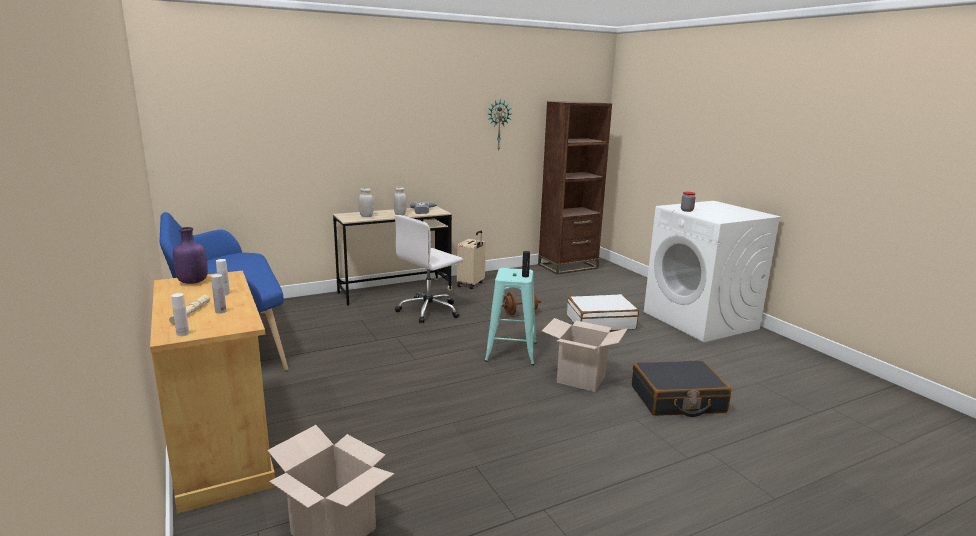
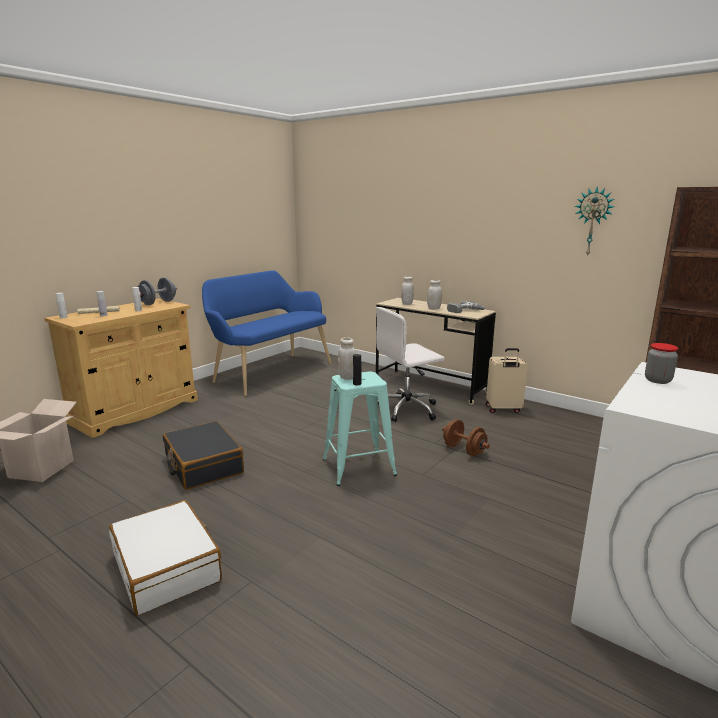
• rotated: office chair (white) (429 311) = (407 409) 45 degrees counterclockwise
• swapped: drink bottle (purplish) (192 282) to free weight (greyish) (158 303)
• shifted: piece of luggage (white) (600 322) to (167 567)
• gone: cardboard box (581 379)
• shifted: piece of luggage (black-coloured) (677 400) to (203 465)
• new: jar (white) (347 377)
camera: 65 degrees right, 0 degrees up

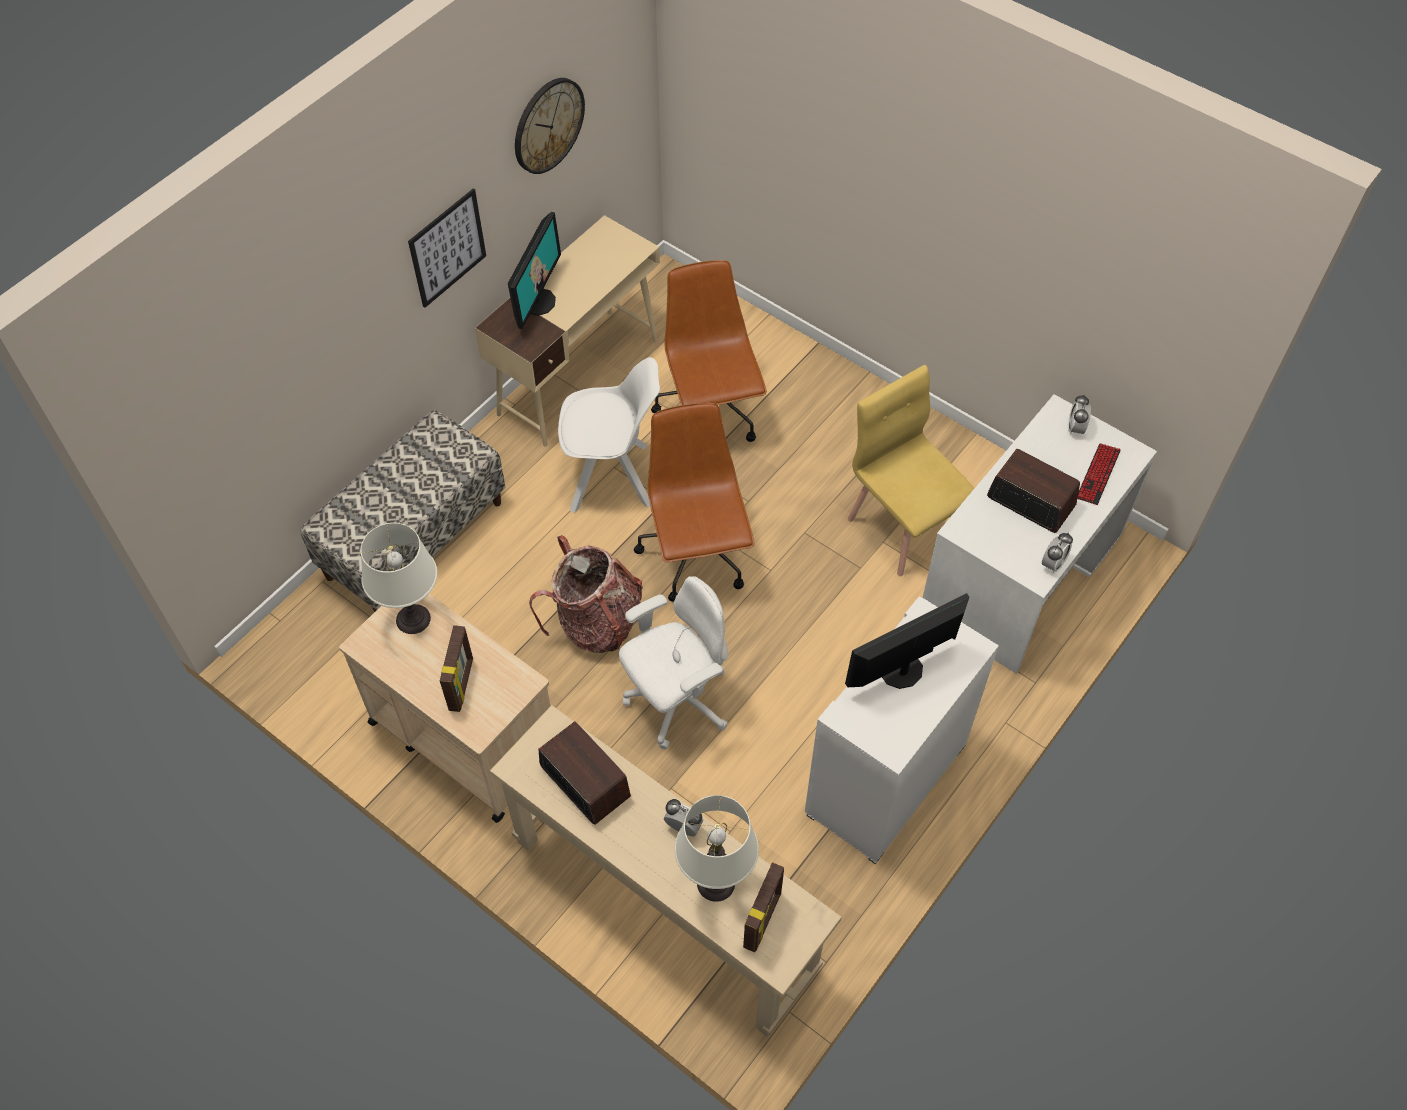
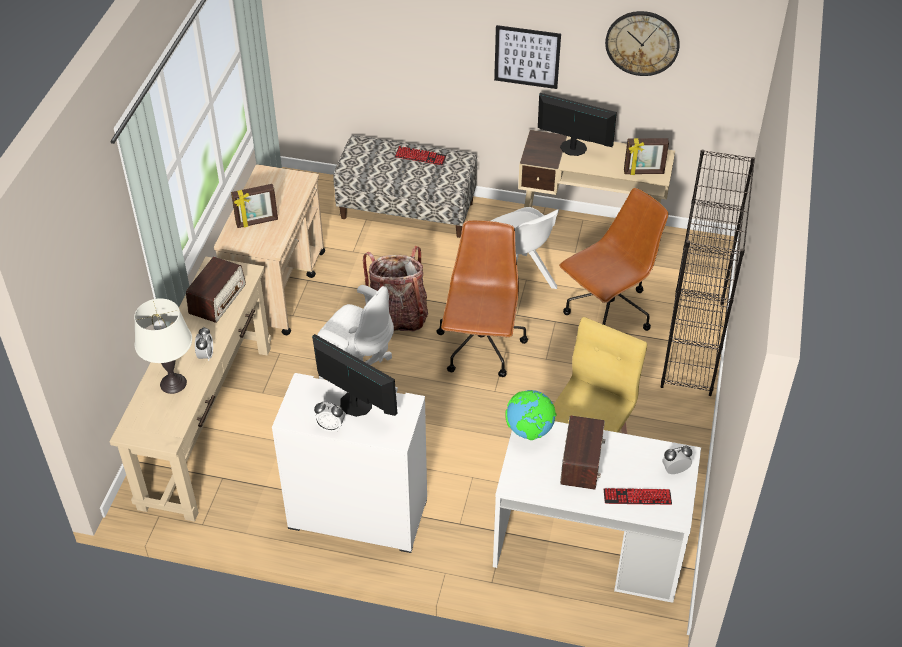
• rotated: computer screen (538 301) = (573 148) 150 degrees counterclockwise
• rotated: office chair (brown-coloured) (697 556) = (481 348) 45 degrees counterclockwise
• gone: table lamp (white) (413 619)
• shifted: bedside clock (1053 564) to (330 427)
• shifted: photo frame (763 920) to (643 172)
• new: computer keyboard (420 157)
• new: shelving unit (black-coloured) (693 345)
• new: world globe (530 431)
camera: 65 degrees right, 10 degrees down

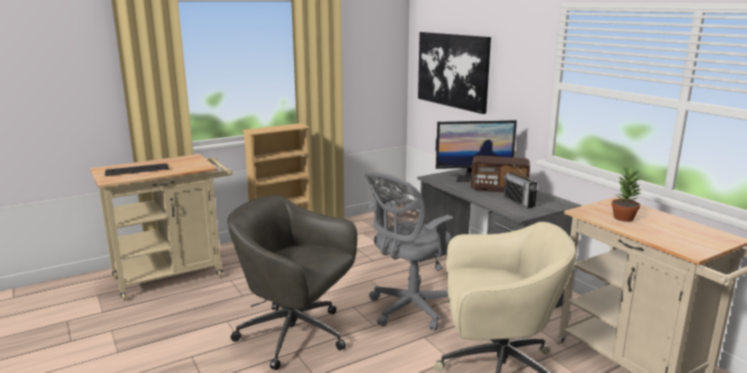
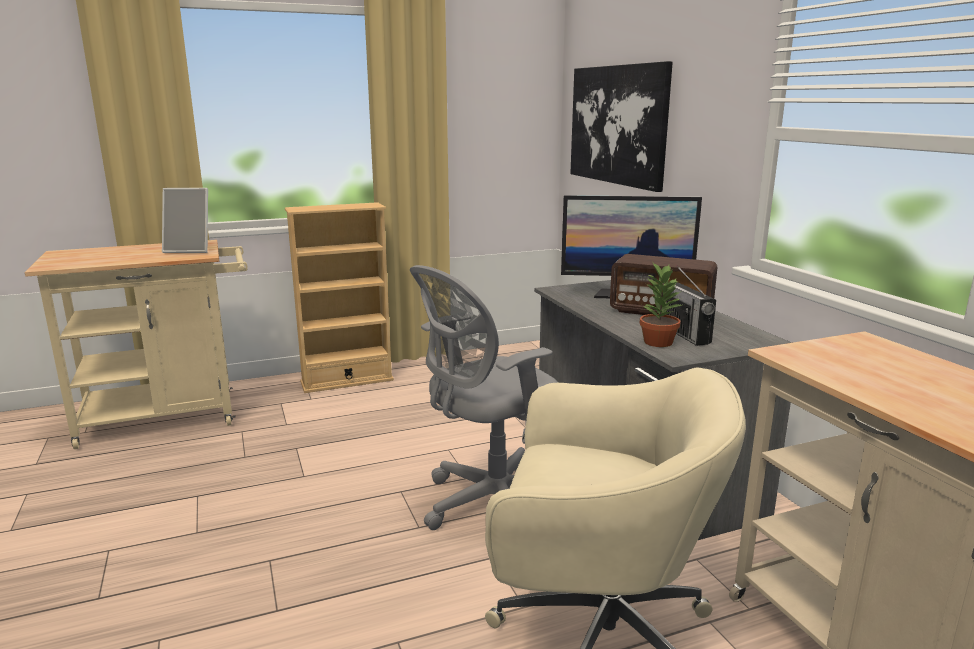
• gone: computer keyboard (137 170)
• shifted: potted plant (623 217) to (658 342)
• gone: office chair (greyish) (296 336)
• new: photo frame (191 250)
camera: 10 degrees right, 0 degrees up

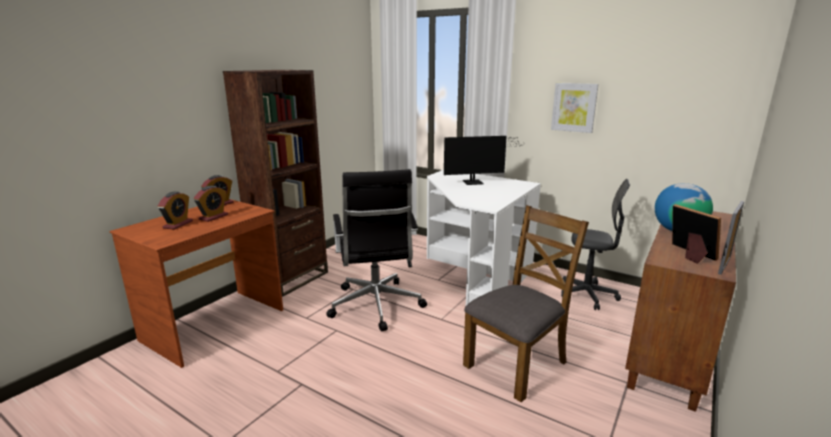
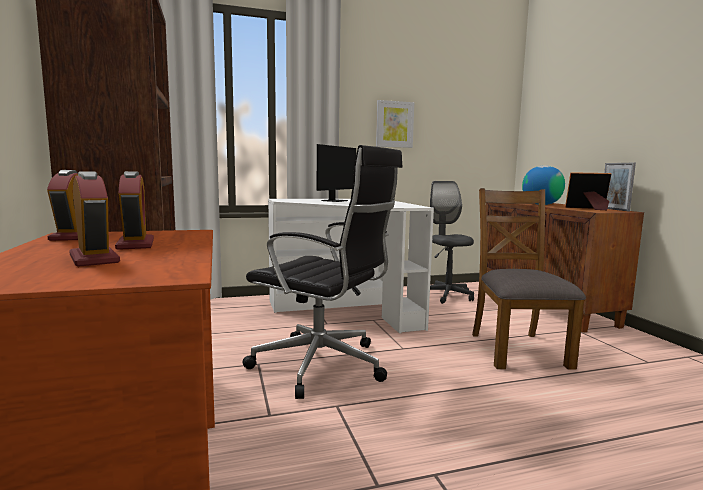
• rotated: office chair (greyish) (587 295) = (447 296) 75 degrees counterclockwise
camera: 50 degrees left, 10 degrees down

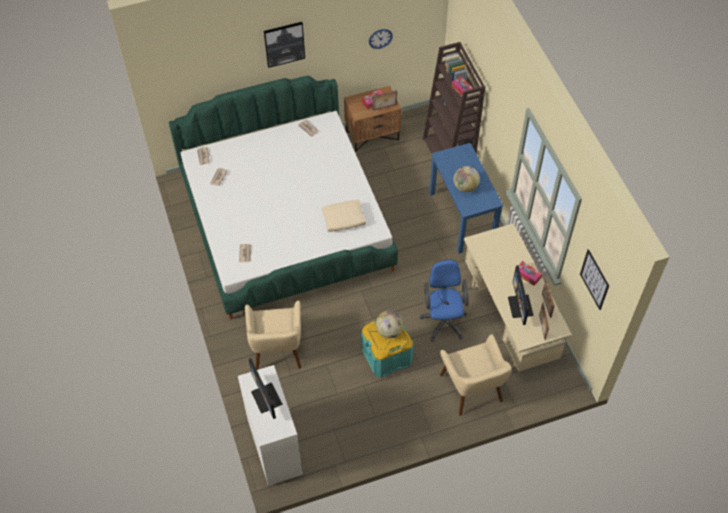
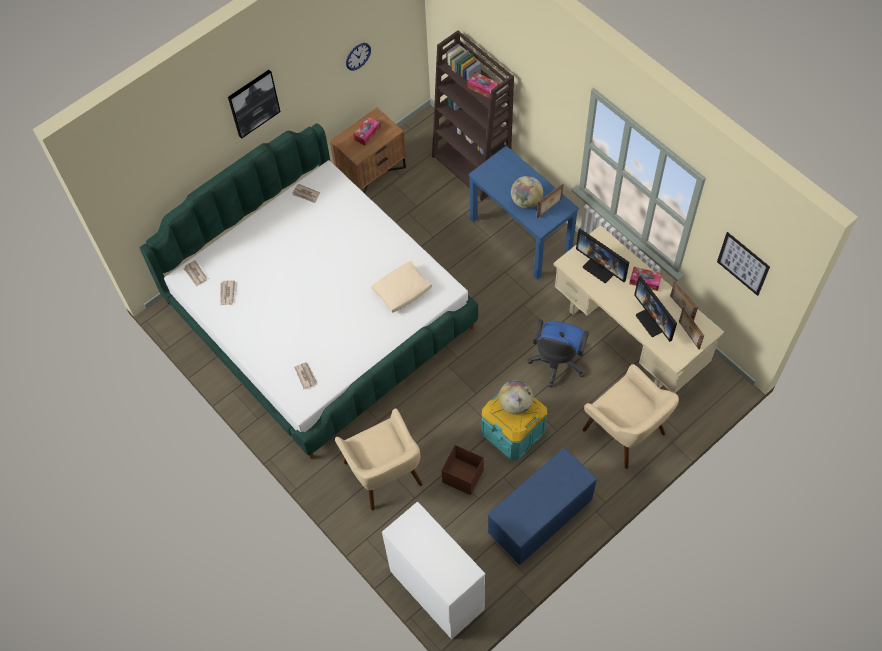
• shifted: photo frame (384 107) to (549 209)
• rotated: office chair (bluish) (443 319) = (556 364) 135 degrees counterclockwise
• shifted: computer screen (267 398) to (601 267)
• new: storage container (brown-coloured) (462 476)
• new: long seat (bluish) (540 517)
camera: 20 degrees left, 5 degrees up

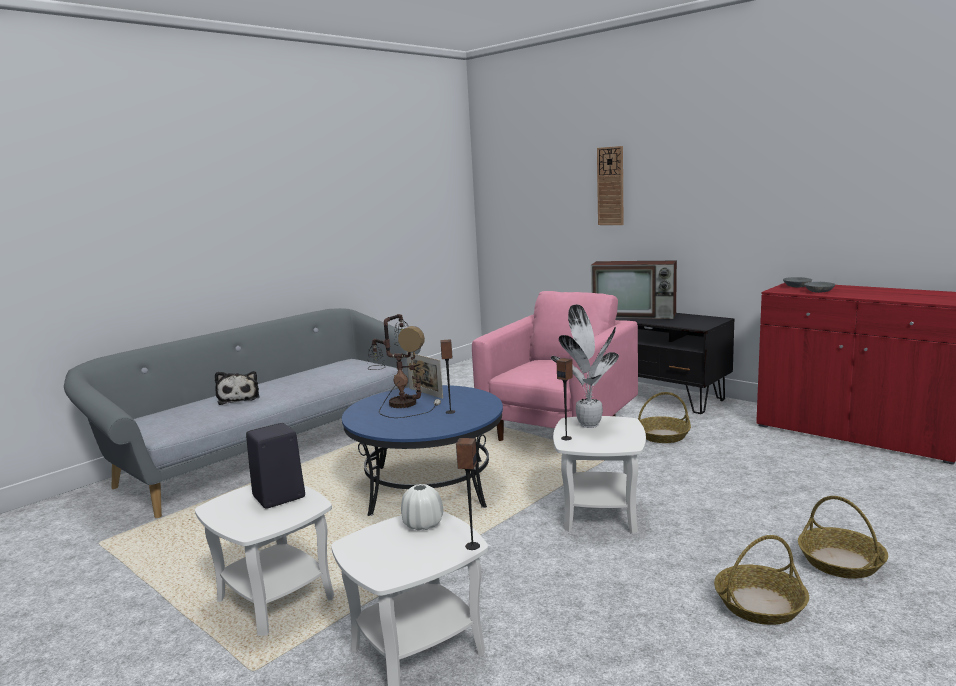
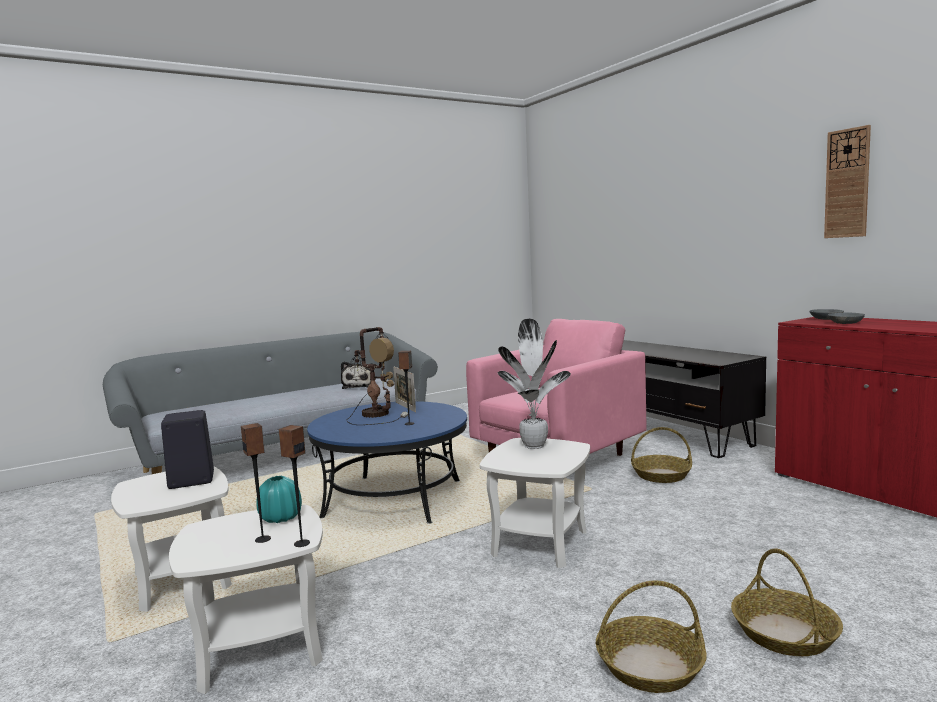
• shifted: clock on the wall (610 186) to (847 183)
• gone: television (635 315)
• shifted: speaker (566 438) to (263 539)
• shifted: plush toy (239 398) to (359 386)
• repainted: decorative vase (white) (423 524) to decorative vase (blue-green) (280 518)
camera: 15 degrees right, 5 degrees down

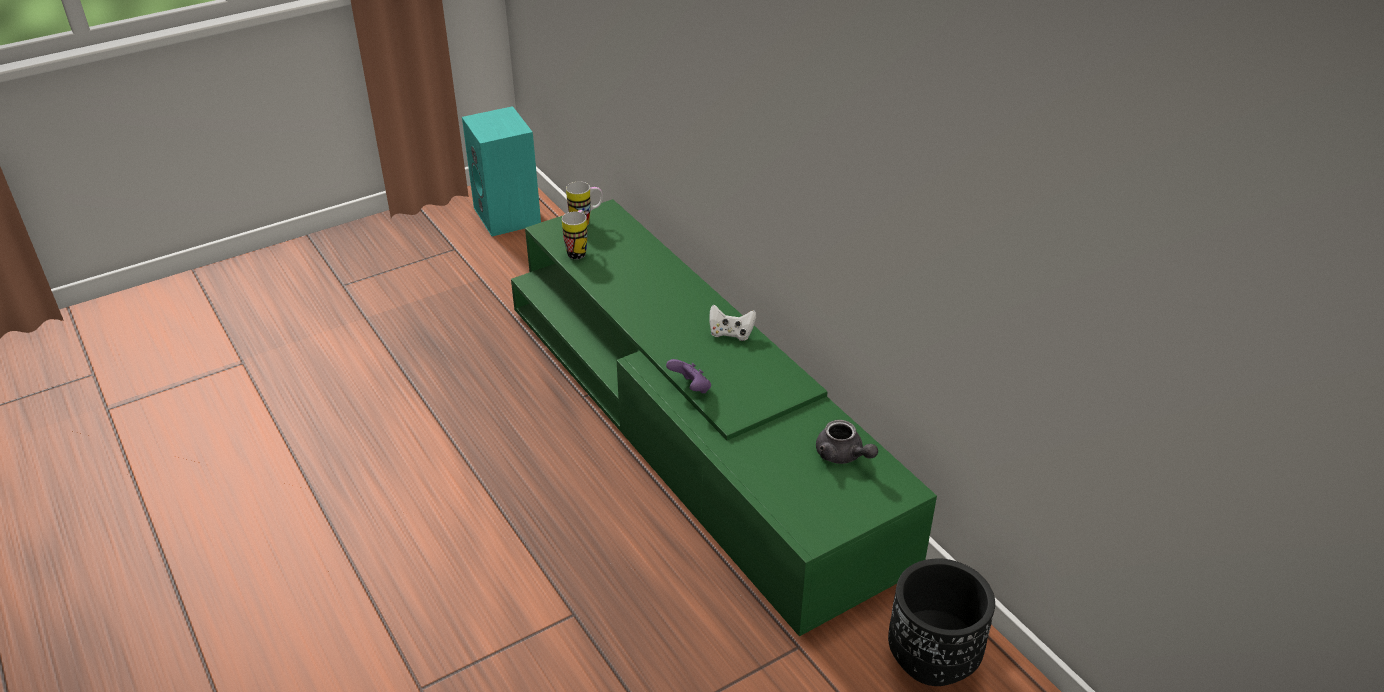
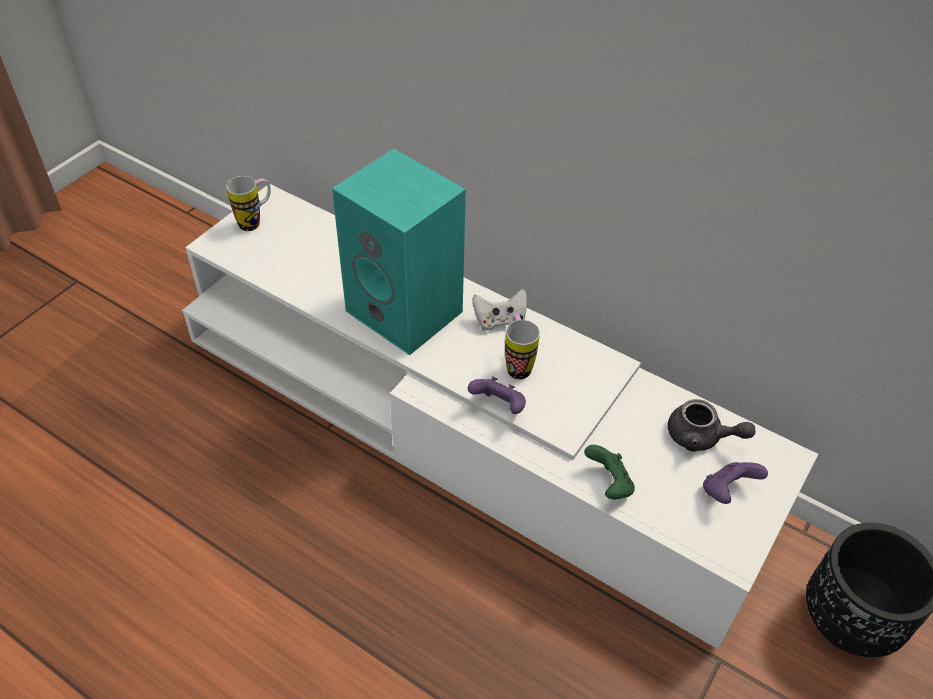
• shifted: speaker (blue-green) (509 216) to (407 311)
• repainted: media console (green) (692 425) to media console (white) (464 425)
• shifted: tea mug (578 251) to (517 364)
• new: game controller (green) (609 484)
• new: game controller (purplish) (727 491)
camera: 25 degrees left, 10 degrees up

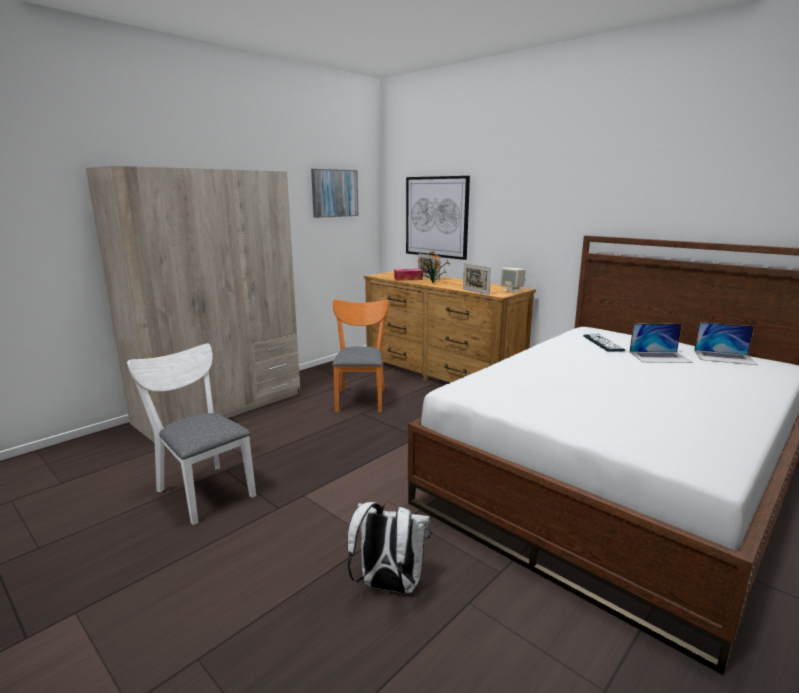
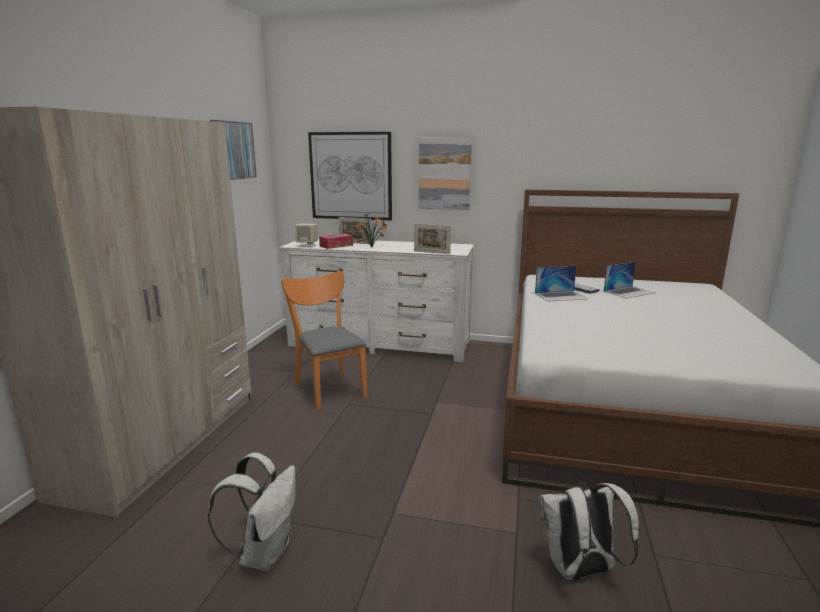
• shifted: speaker (beige) (512 290) to (307 245)
• repainted: drawer chest (brown-coloured) (441 374) to drawer chest (white) (380 344)
• shifted: notebook computer (724 357) to (561 296)
• swapped: upright chair (white) (203 489) to knapsack (white) (264 552)
• new: wall art (444 173)
camera: 30 degrees left, 0 degrees up

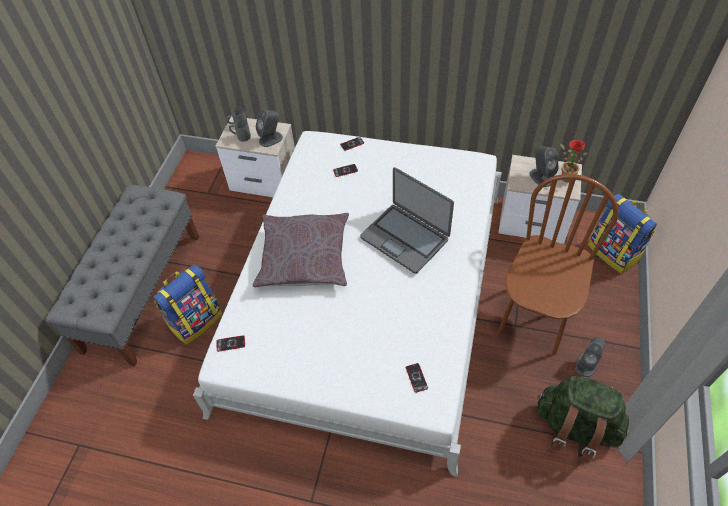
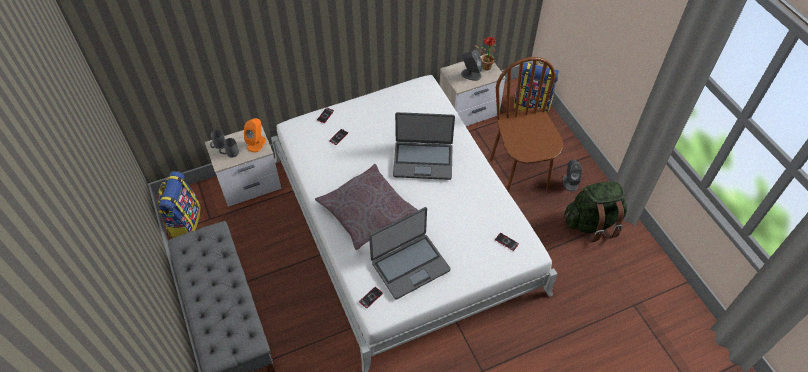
• repainted: speaker (greyish) (271 139) to speaker (orangey) (256 143)
• shifted: knapsack (196 320) to (184 221)
• new: notebook computer (410 266)
camera: 40 degrees left, 0 degrees up

